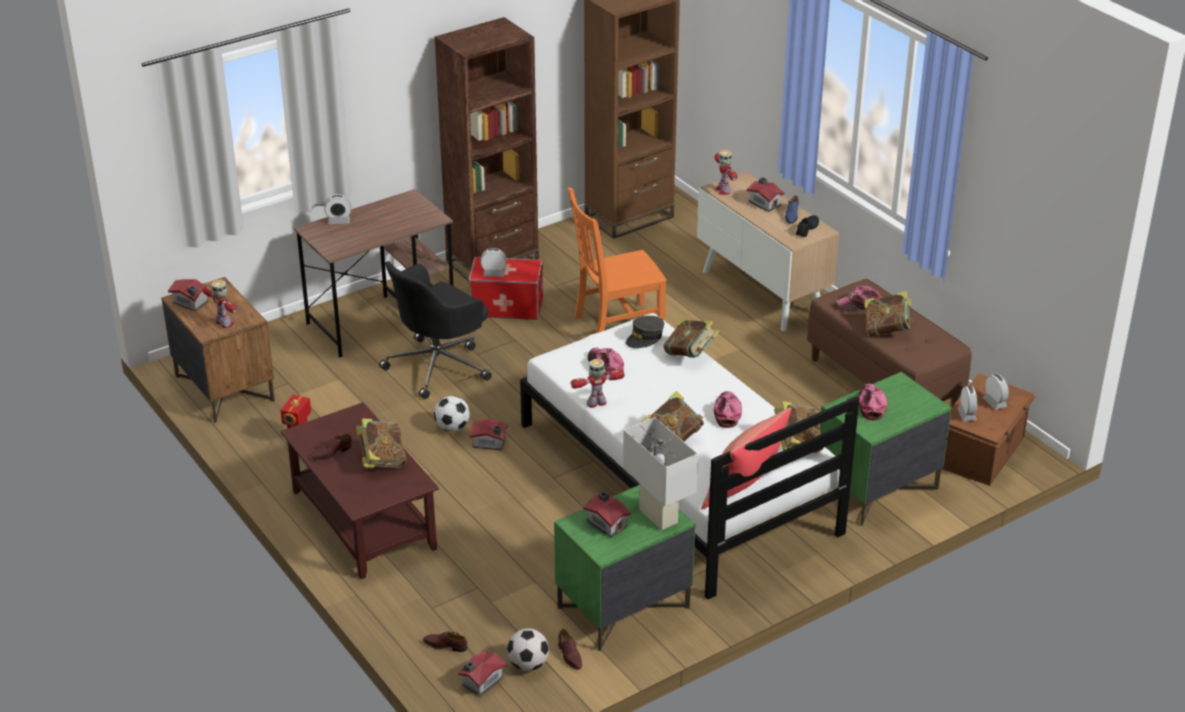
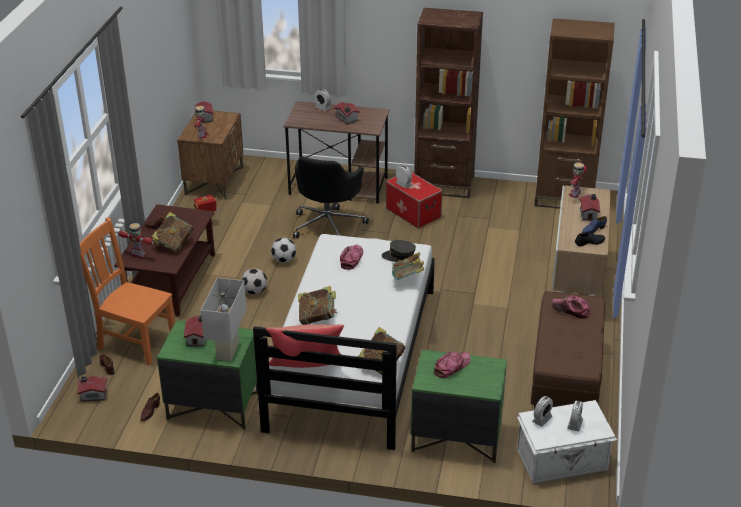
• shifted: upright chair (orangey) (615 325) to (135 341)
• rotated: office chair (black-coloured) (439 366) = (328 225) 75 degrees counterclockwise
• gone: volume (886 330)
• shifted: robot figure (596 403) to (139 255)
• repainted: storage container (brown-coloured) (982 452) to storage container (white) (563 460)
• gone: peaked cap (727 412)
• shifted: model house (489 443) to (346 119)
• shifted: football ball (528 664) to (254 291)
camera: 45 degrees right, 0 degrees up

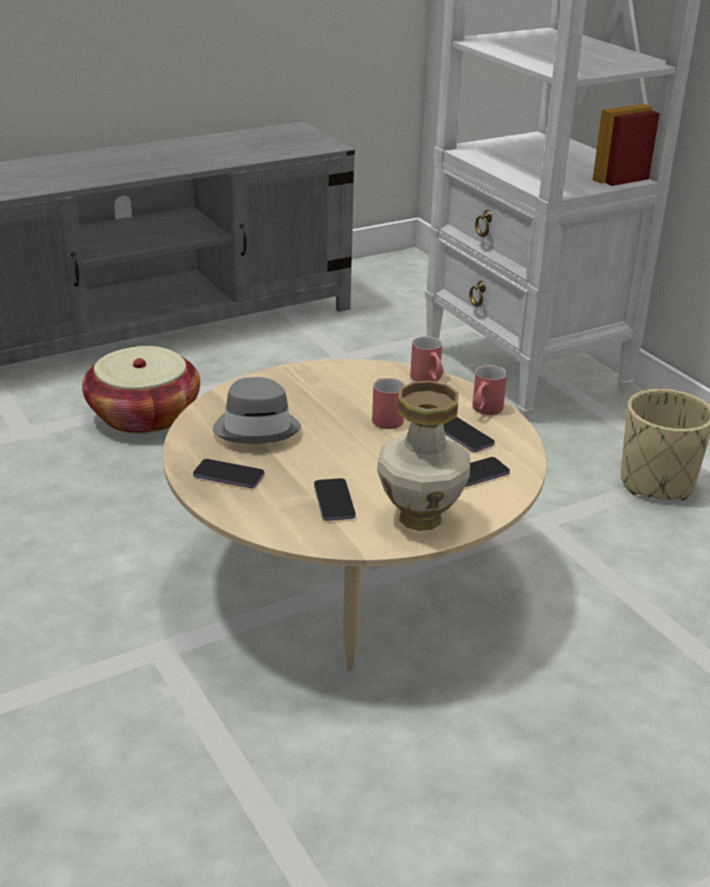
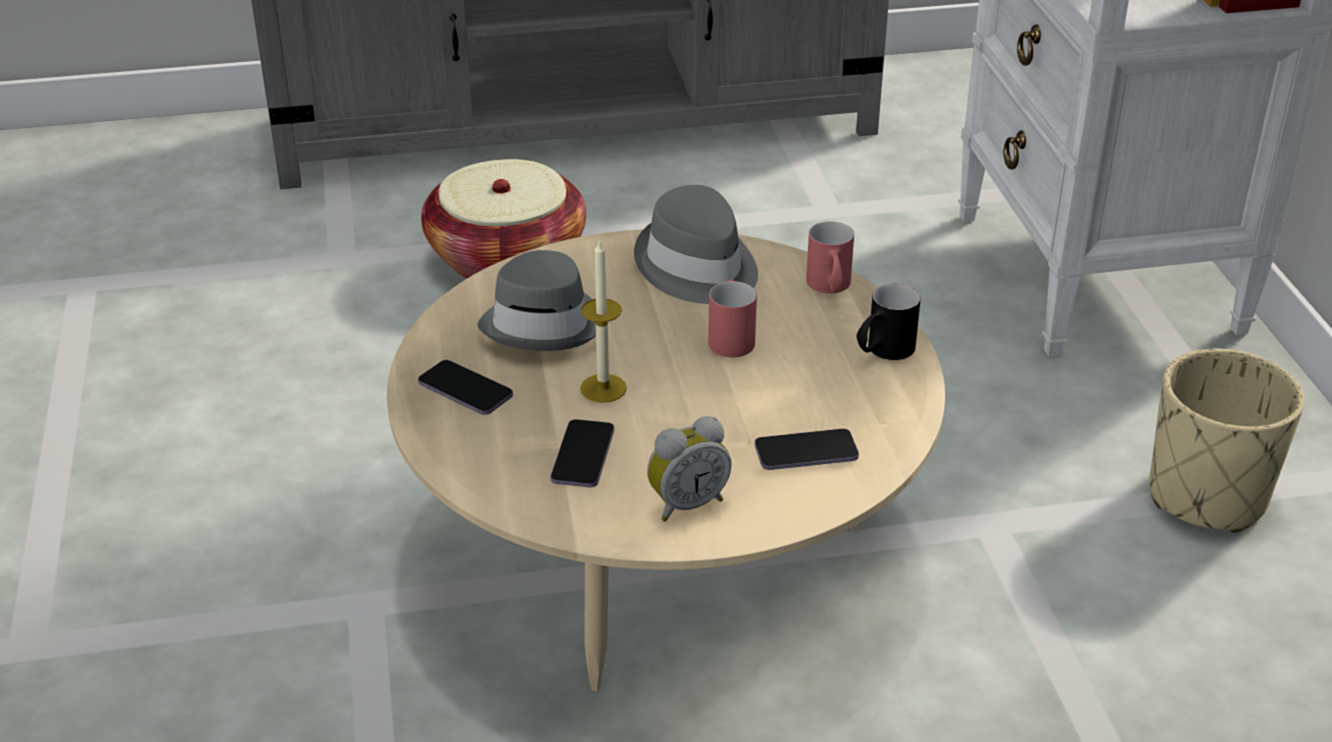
• repainted: tea mug (reddish) (484 411) to tea mug (black-coloured) (883 352)
• swapped: decorative vase (419 517) to bedside clock (686 503)
• gone: handset (464 436)
• new: clothing hat (greyish) (697 268)
• new: wax candle (603 388)
camera: 20 degrees right, 5 degrees up

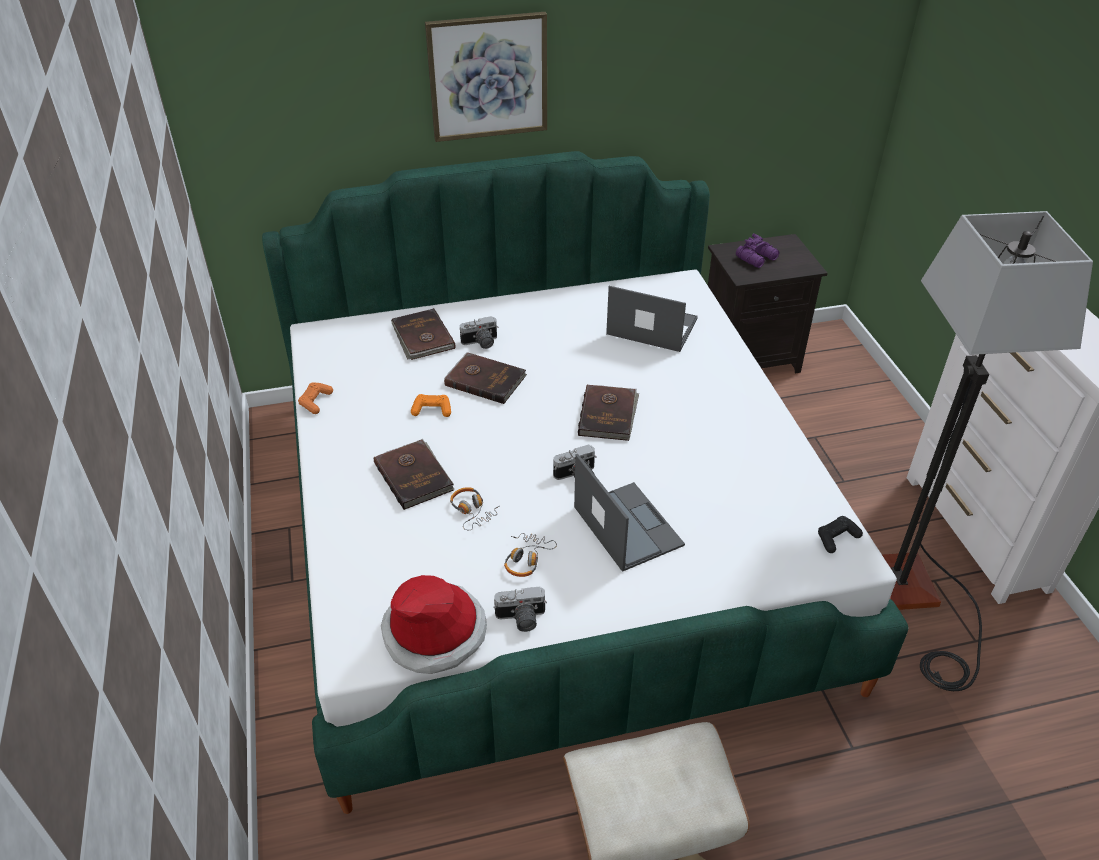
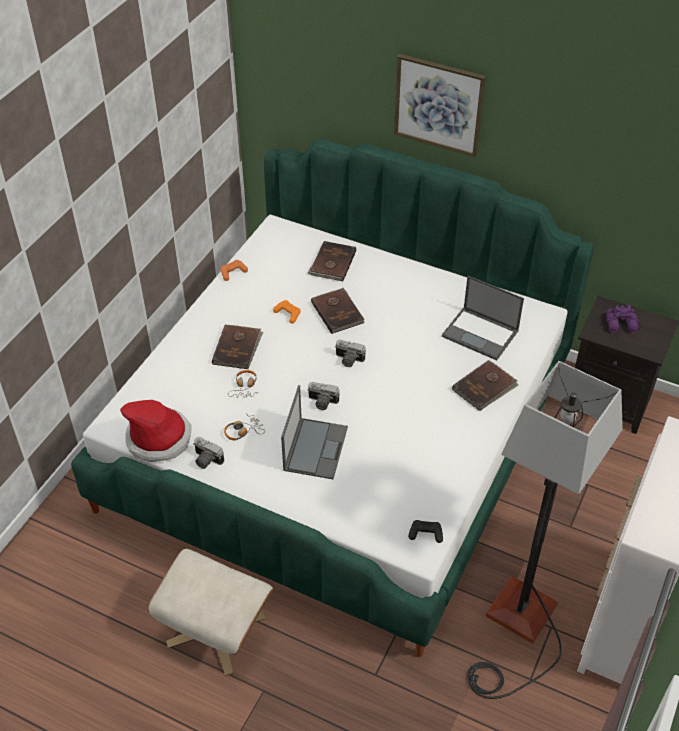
• rotated: notebook computer (650 326) = (481 334) 150 degrees clockwise
• shifted: photo camera (480 343) to (348 360)
• shifted: volume (brown-coloured) (608 415) to (485 387)
camera: 40 degrees right, 5 degrees up

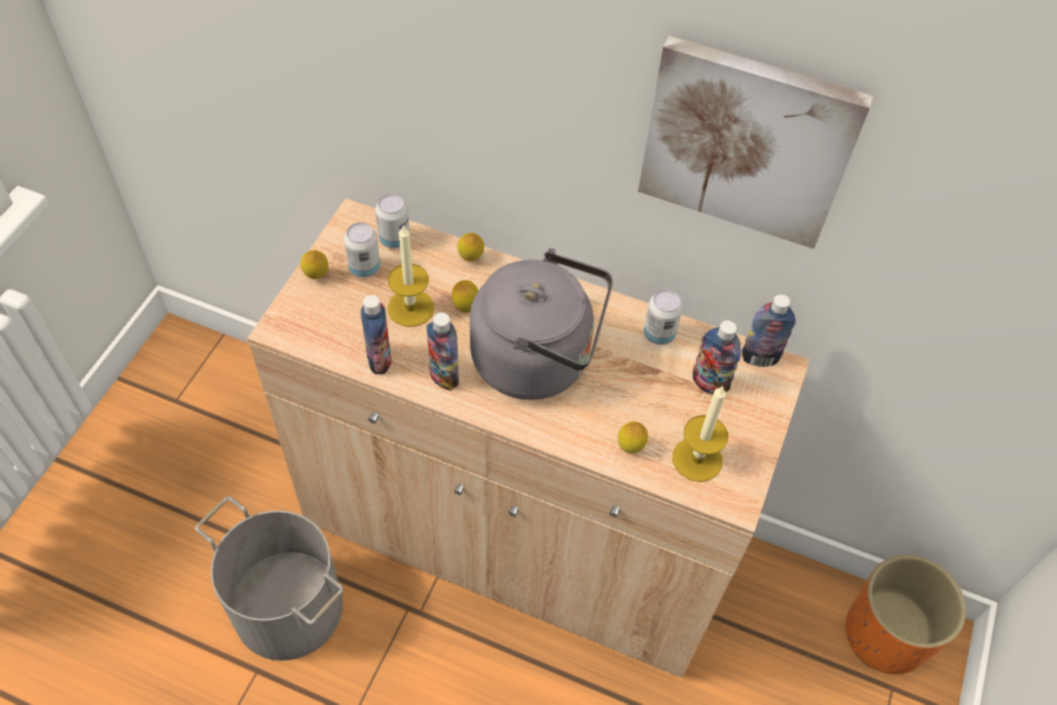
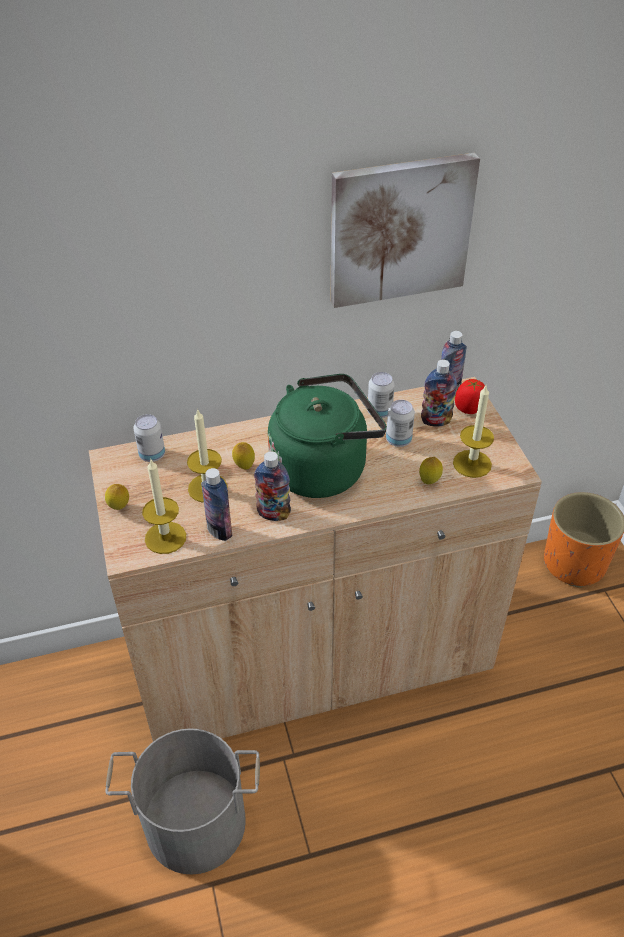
• shifted: metal can (364 268) to (398 440)
• gone: citrus fruit (470 259)
• repainted: tea kettle (greyish) (538 360) to tea kettle (green) (323 468)
• new: fresh tomato (469 409)
• new: wax candle (165 537)
camera: 35 degrees left, 10 degrees down

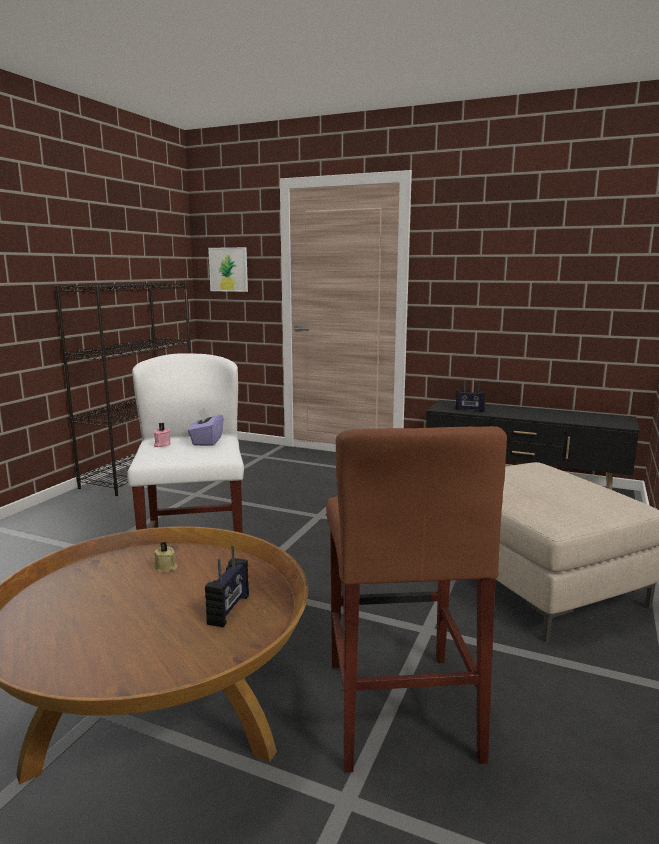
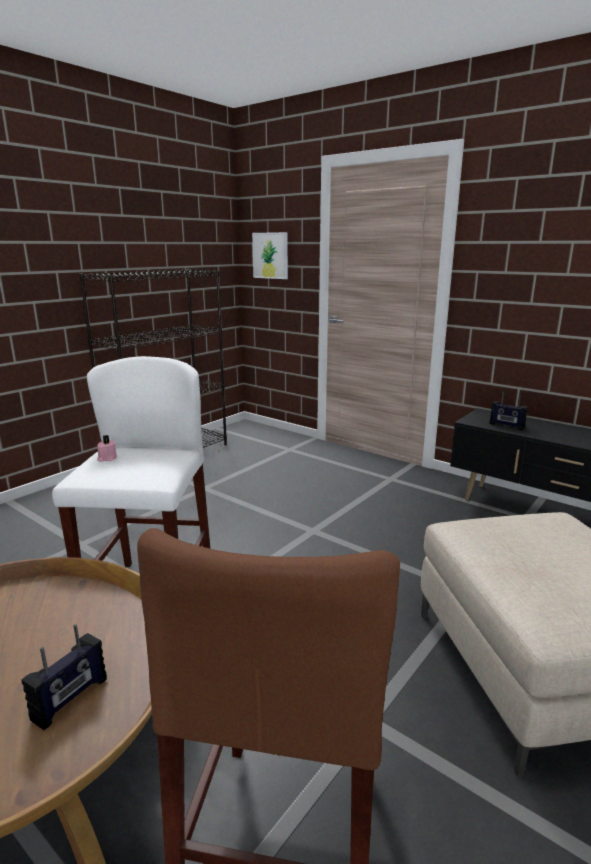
• gone: tissue box (purplish) (206 441)
• gone: wax candle (beige) (166 568)
camera: 15 degrees right, 5 degrees up

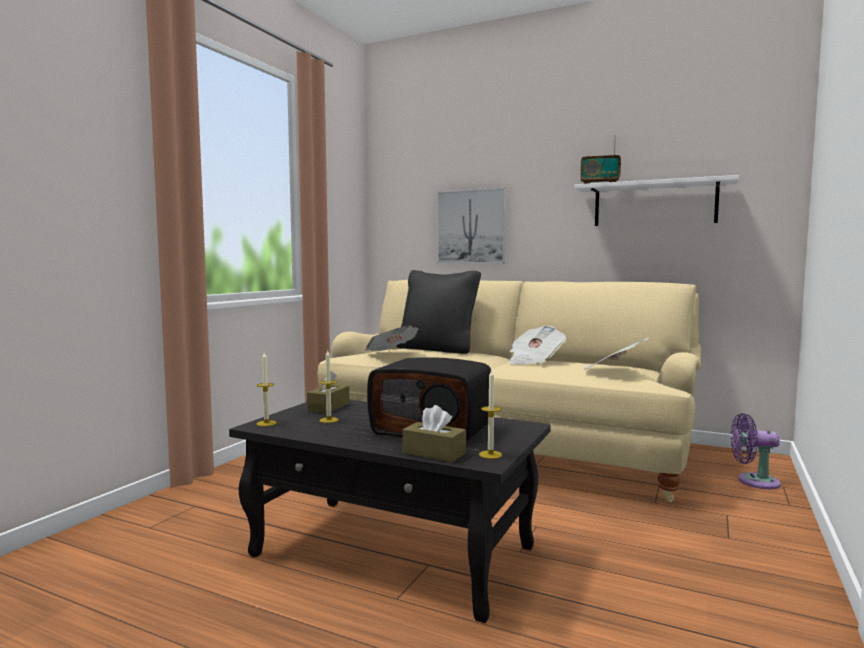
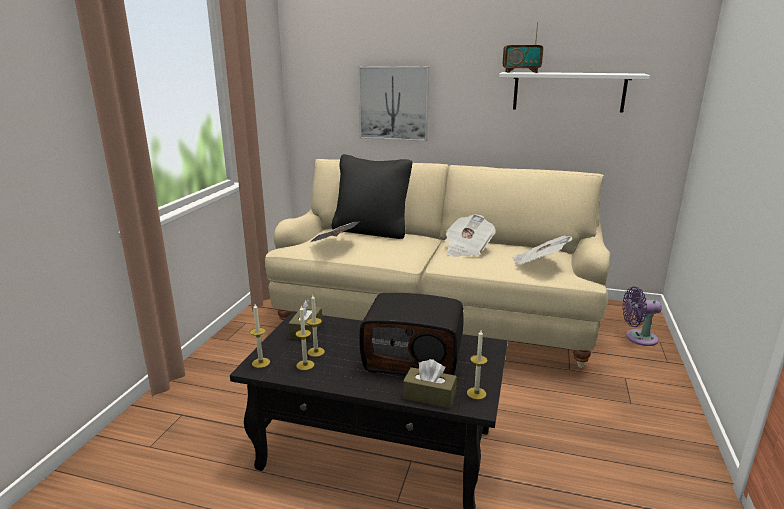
• new: wax candle (305 365)
camera: 10 degrees left, 15 degrees up

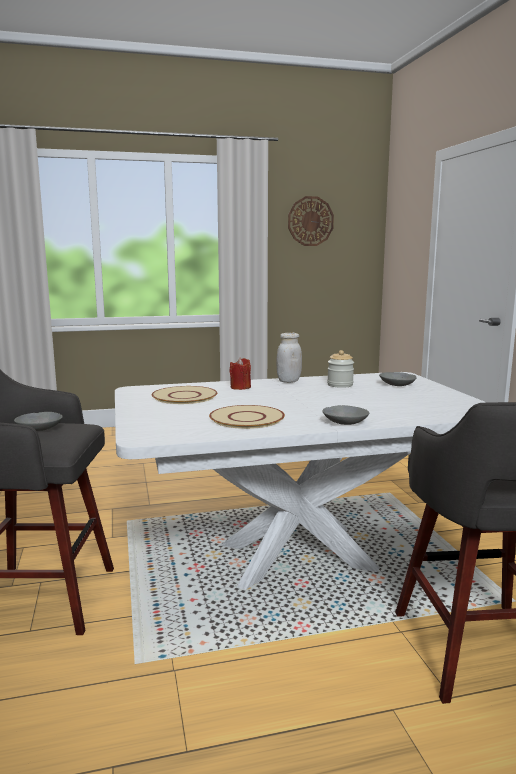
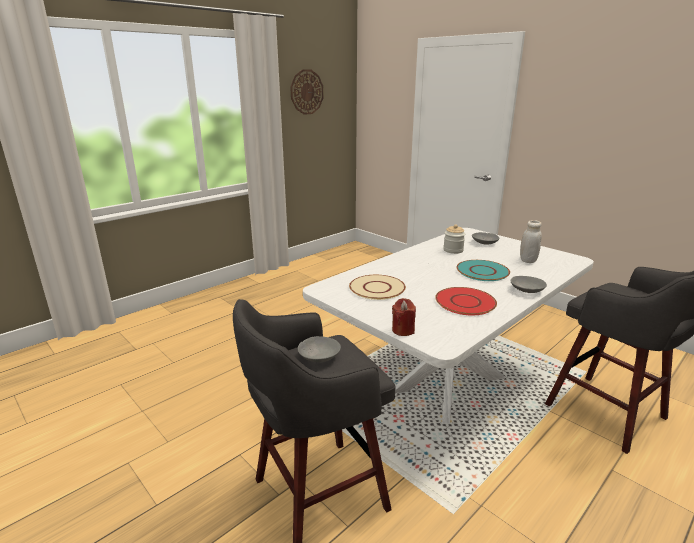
• shifted: jar (white) (288 381) to (528 260)
• shifted: wax candle (reddish) (240 387) to (403 330)
• repainted: flat dish (beige) (246 418) to flat dish (reddish) (465 302)
• new: flat dish (blue-green) (482 271)
camera: 30 degrees left, 10 degrees up

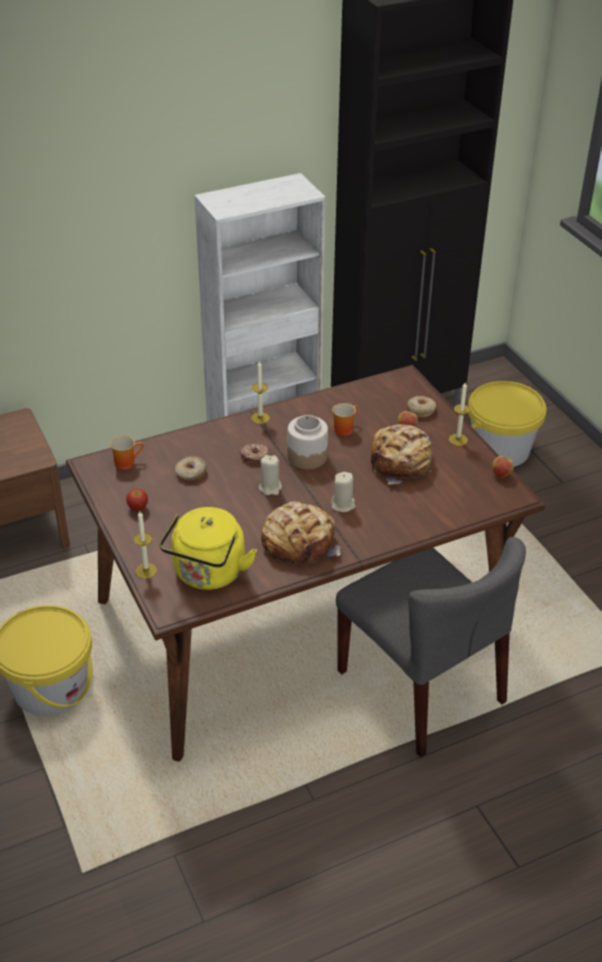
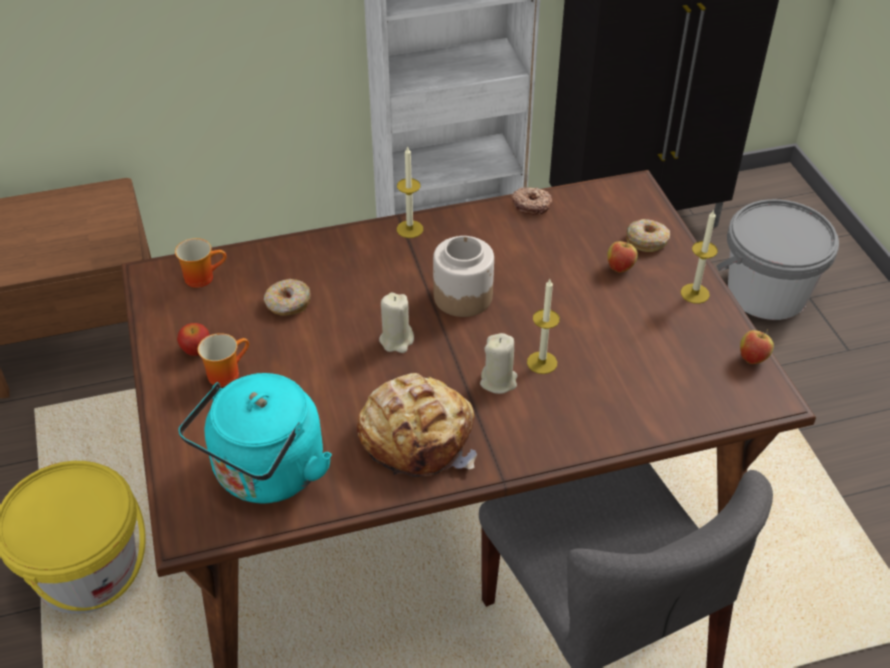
• repainted: pail (yellow-coloured) (500 449) to pail (greyish) (766 292)
• shifted: tea mug (343 428) to (225 372)
• gone: bakery bread (401 462)
• shifted: ring doughnut (255 457) to (531 205)
• repainted: tea kettle (yellow-coloured) (208 574) to tea kettle (blue-green) (266 475)
• shifted: wax candle (146 571) to (542 362)
camera: 10 degrees right, 5 degrees up

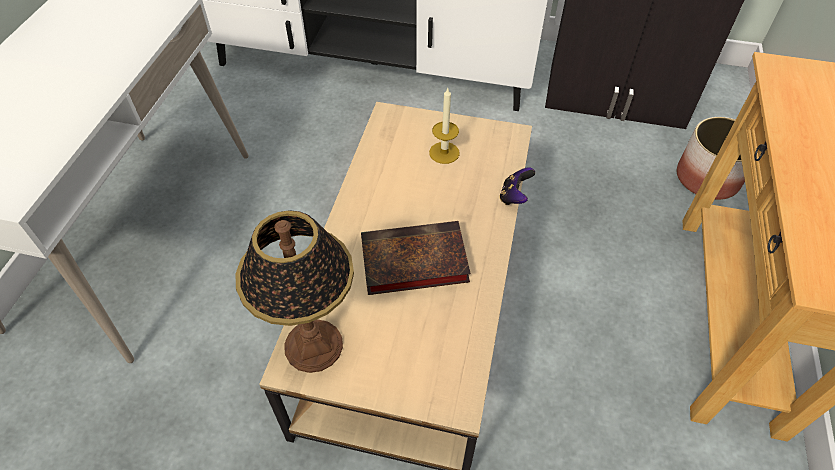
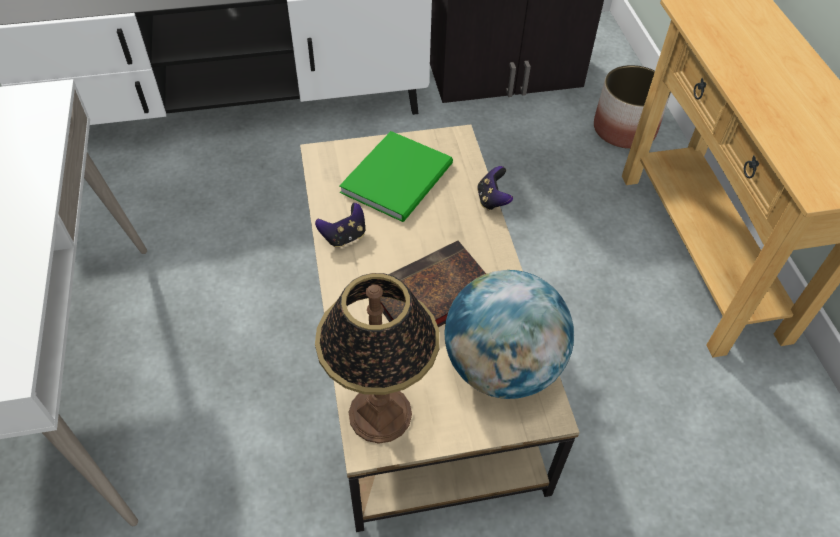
• swapped: wax candle (444 153) to volume (green) (401 177)
• new: game controller (344 236)
• new: world globe (501 367)
camera: 25 degrees left, 0 degrees up

